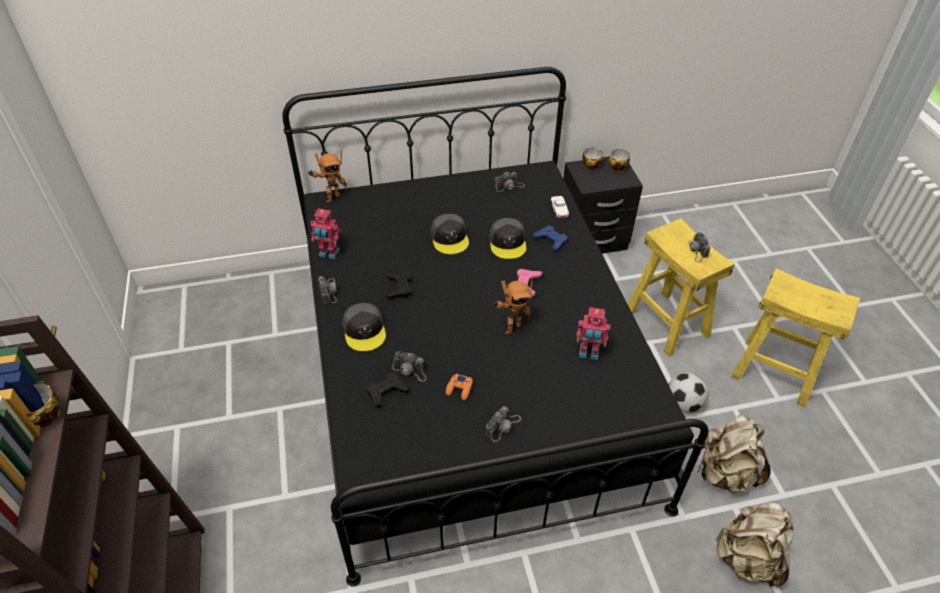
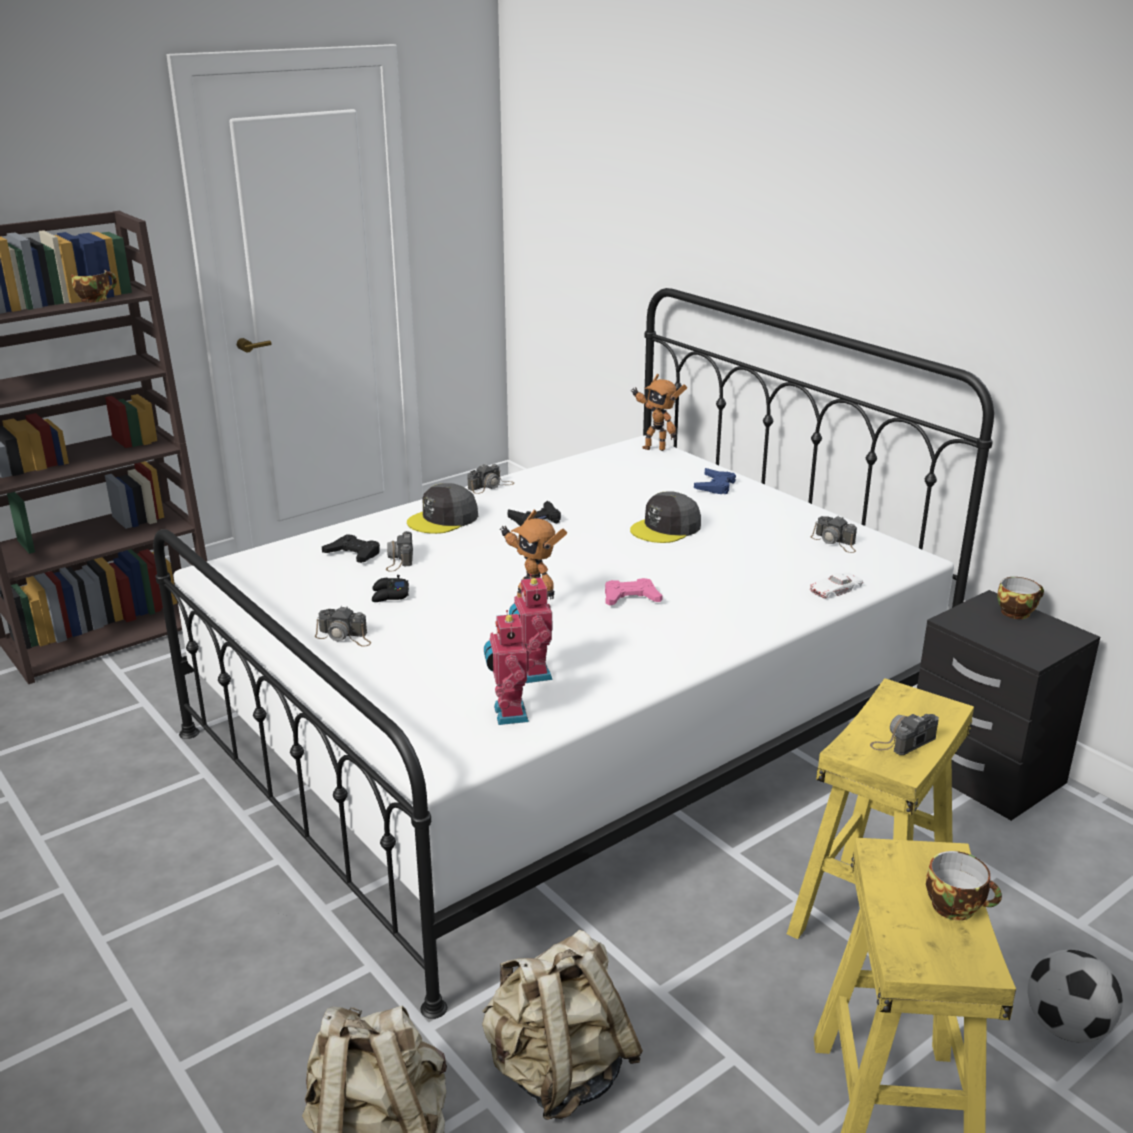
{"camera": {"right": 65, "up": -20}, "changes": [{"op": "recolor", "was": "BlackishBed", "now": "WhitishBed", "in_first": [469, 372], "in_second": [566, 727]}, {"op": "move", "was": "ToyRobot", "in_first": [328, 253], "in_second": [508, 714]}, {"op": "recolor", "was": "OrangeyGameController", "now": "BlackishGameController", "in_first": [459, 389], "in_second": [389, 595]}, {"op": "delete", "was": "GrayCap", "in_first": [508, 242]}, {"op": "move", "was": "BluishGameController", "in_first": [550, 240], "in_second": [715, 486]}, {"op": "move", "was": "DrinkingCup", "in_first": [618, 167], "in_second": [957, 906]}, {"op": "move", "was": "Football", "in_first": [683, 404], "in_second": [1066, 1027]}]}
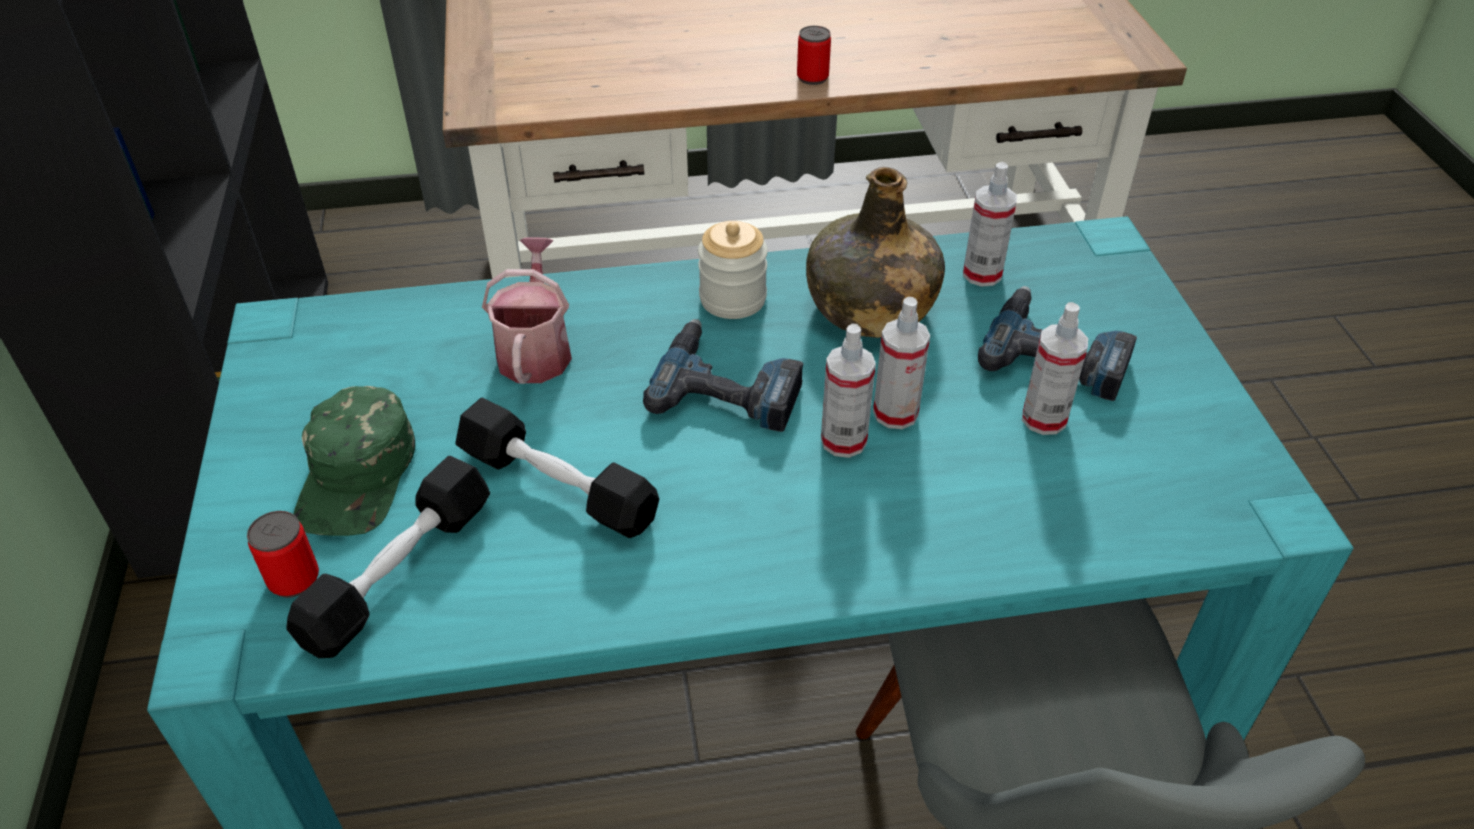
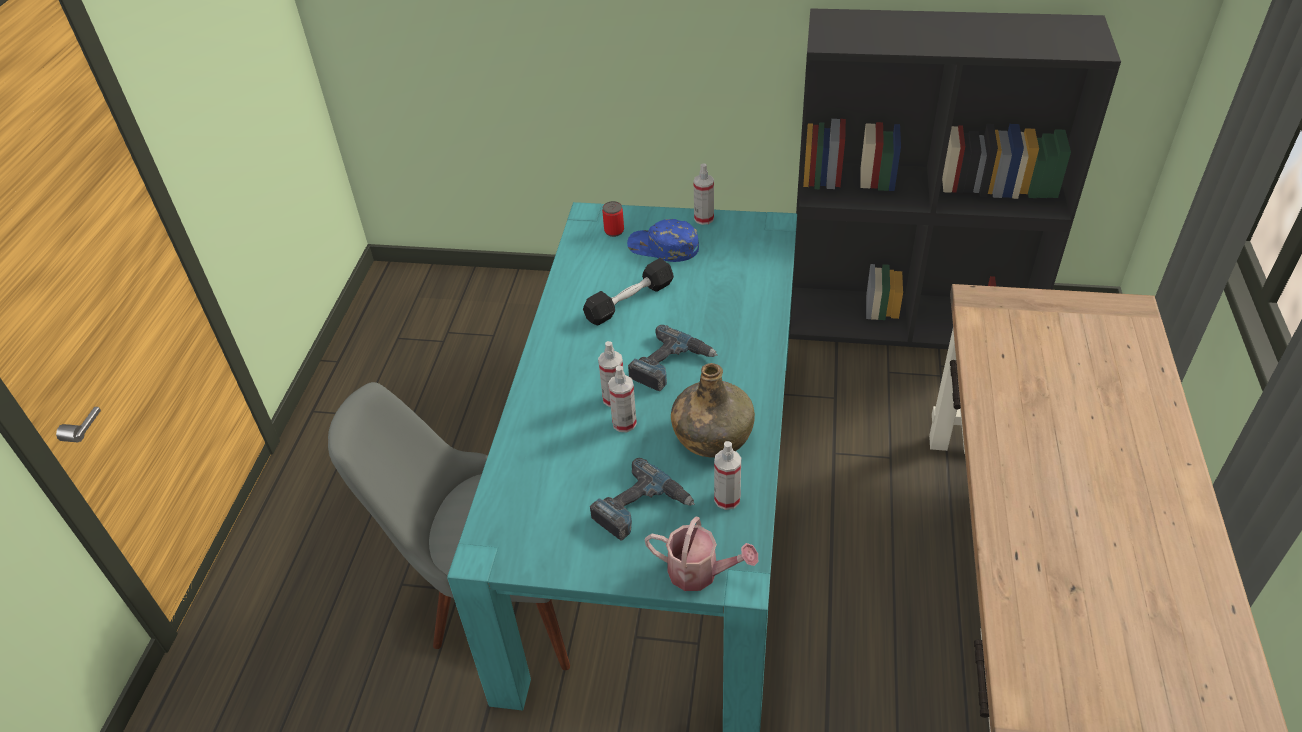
{"camera": {"right": 110, "up": 0}, "changes": [{"op": "delete", "was": "BlackishFreeWeight", "in_first": [399, 572]}, {"op": "recolor", "was": "GreenColouredCap", "now": "BluishCap", "in_first": [358, 475], "in_second": [663, 247]}, {"op": "move", "was": "SprinklingCan", "in_first": [535, 350], "in_second": [700, 572]}, {"op": "delete", "was": "Jar", "in_first": [732, 299]}, {"op": "delete", "was": "SealedCan", "in_first": [812, 77]}, {"op": "move", "was": "SprayBottle", "in_first": [1044, 419], "in_second": [704, 218]}]}
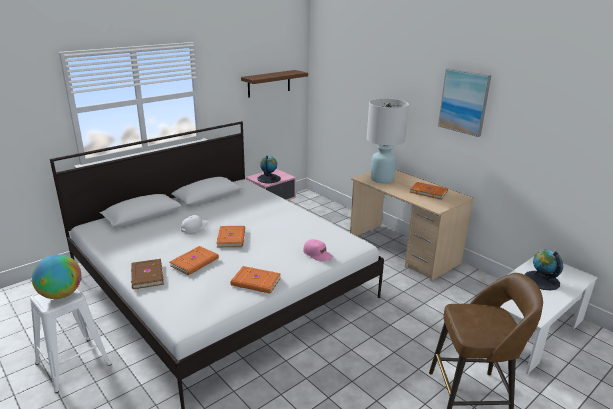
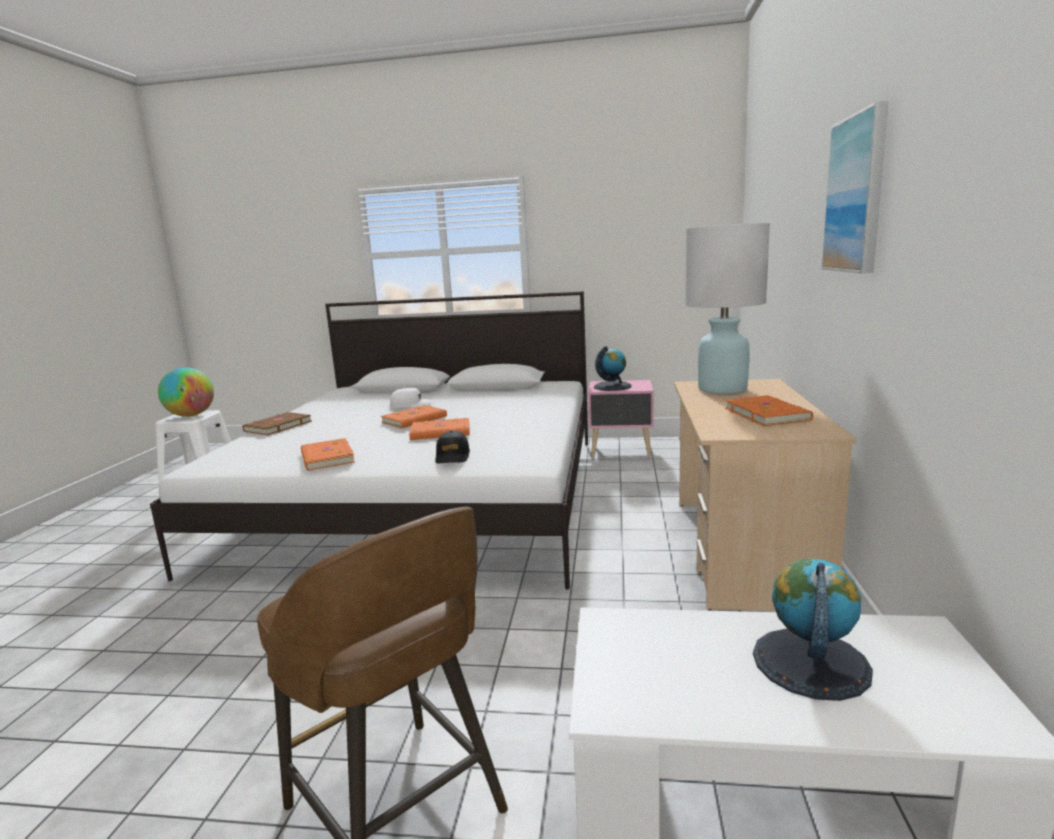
{"camera": {"right": 50, "up": -10}, "changes": [{"op": "move", "was": "OrangeyVolume", "in_first": [195, 262], "in_second": [441, 433]}, {"op": "delete", "was": "BrownBracketShelf", "in_first": [269, 83]}, {"op": "recolor", "was": "PinkCap", "now": "BlackishCap", "in_first": [317, 254], "in_second": [452, 456]}]}
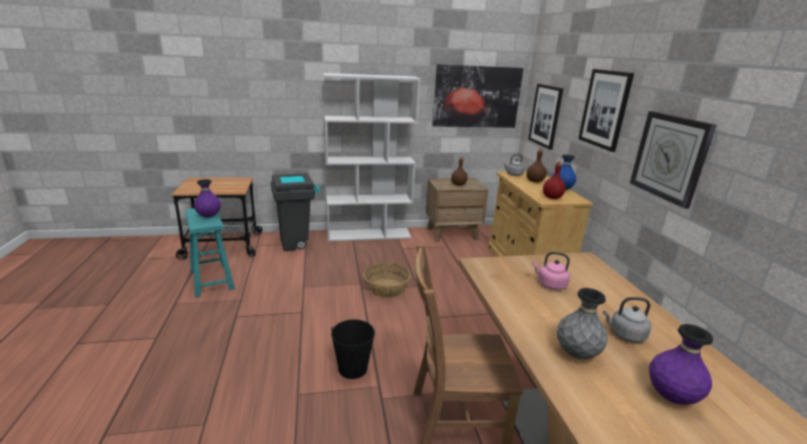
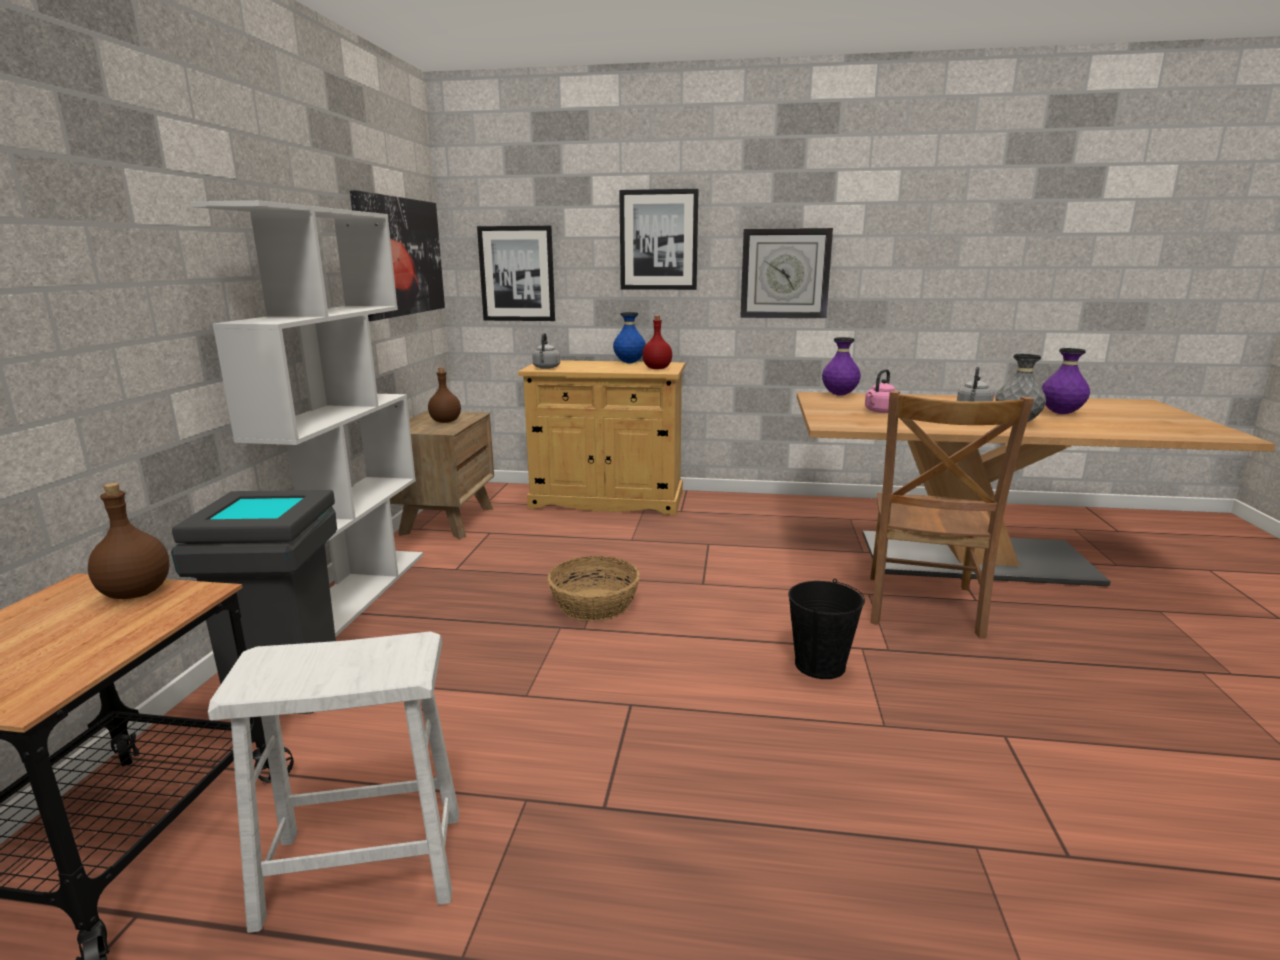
{"camera": {"right": -70, "up": -5}, "changes": [{"op": "recolor", "was": "BlueGreenSittingStool", "now": "WhitishSittingStool", "in_first": [211, 280], "in_second": [363, 867]}, {"op": "move", "was": "PurpleDecorativeVase", "in_first": [209, 216], "in_second": [839, 395]}, {"op": "move", "was": "BrownDrinkBottle", "in_first": [535, 181], "in_second": [137, 593]}]}
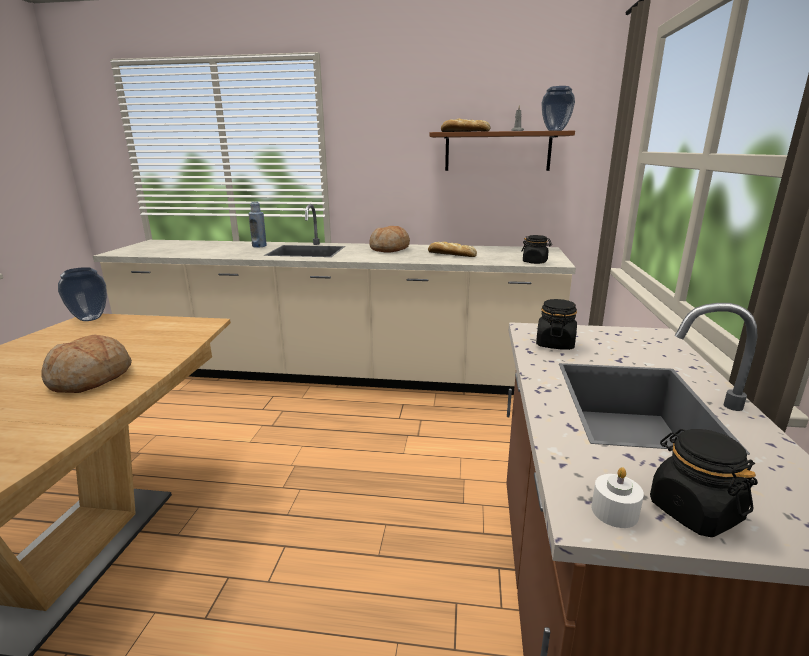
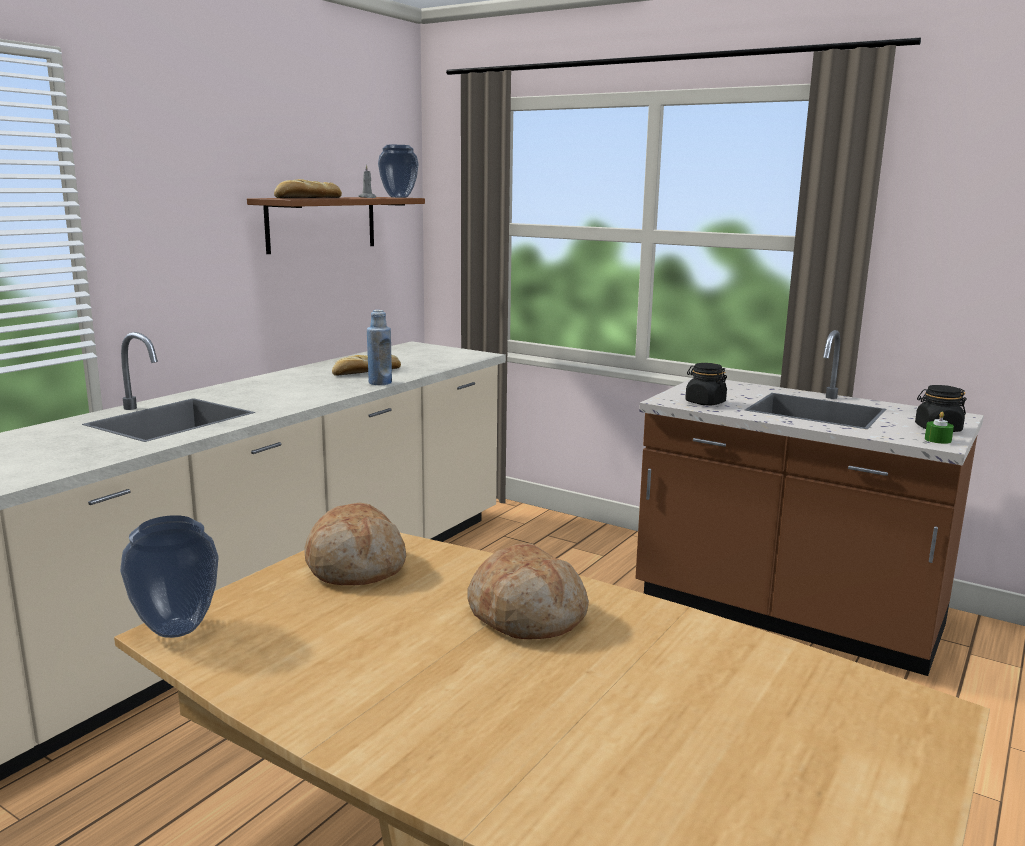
{"camera": {"right": -65, "up": -5}, "changes": [{"op": "move", "was": "BluishDrinkBottle", "in_first": [259, 246], "in_second": [380, 383]}, {"op": "move", "was": "Bread", "in_first": [390, 249], "in_second": [355, 566]}, {"op": "delete", "was": "BlackishJar", "in_first": [535, 262]}, {"op": "recolor", "was": "WhitishWaxCandle", "now": "GreenColouredWaxCandle", "in_first": [614, 511], "in_second": [937, 440]}]}
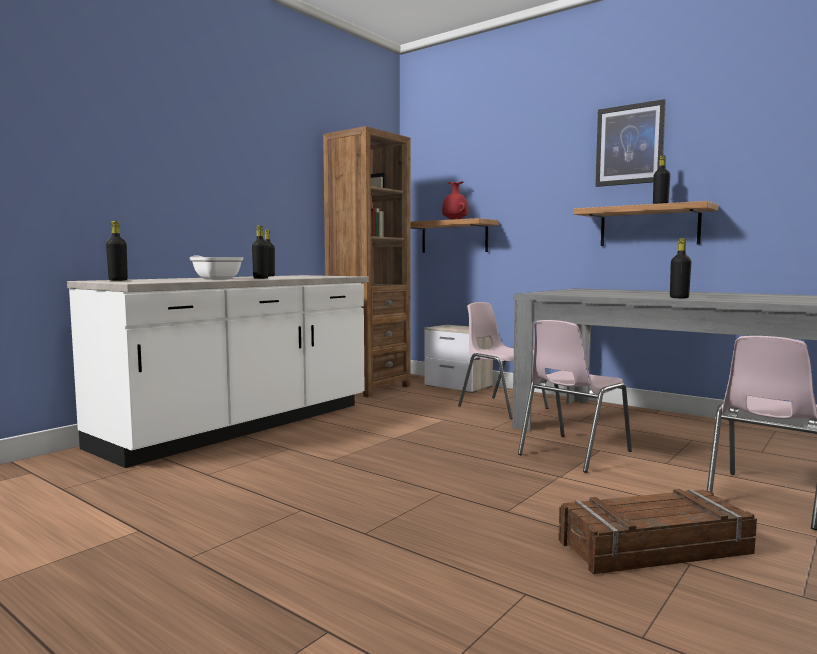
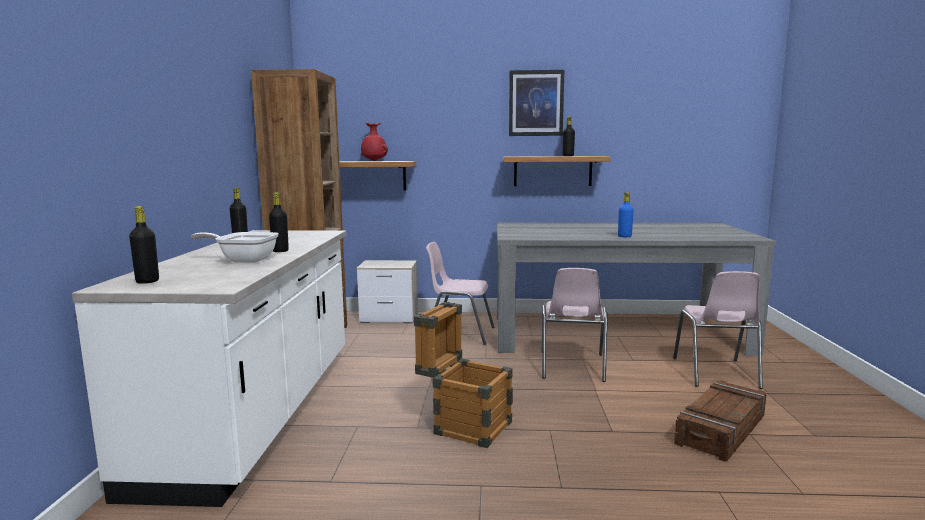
{"camera": {"right": -35, "up": 5}, "changes": [{"op": "recolor", "was": "BlackishDrinkBottle", "now": "BluishDrinkBottle", "in_first": [679, 298], "in_second": [624, 236]}, {"op": "insert", "now": "ShippingCrate", "in_second": [464, 425]}]}
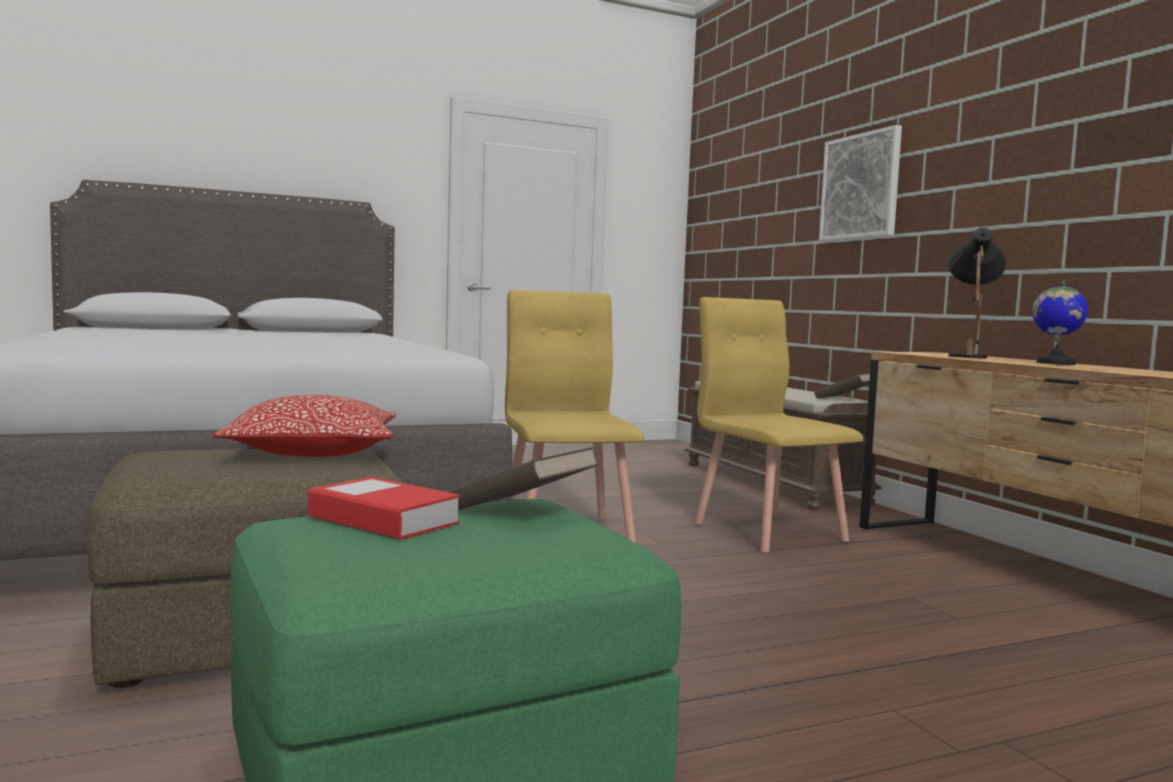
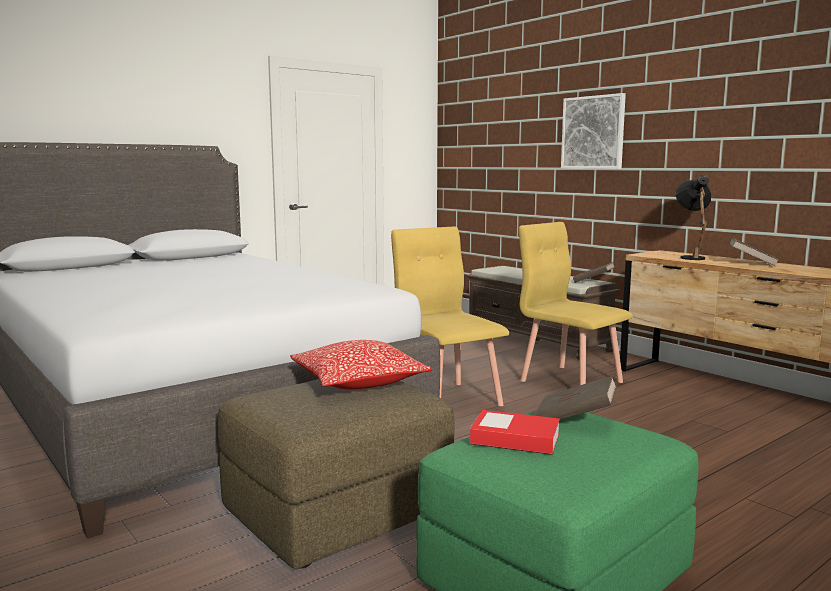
{"camera": {"right": -15, "up": 5}, "changes": [{"op": "replace", "was": "Globe", "now": "BrownVolume", "in_first": [1055, 363], "in_second": [751, 263]}]}
